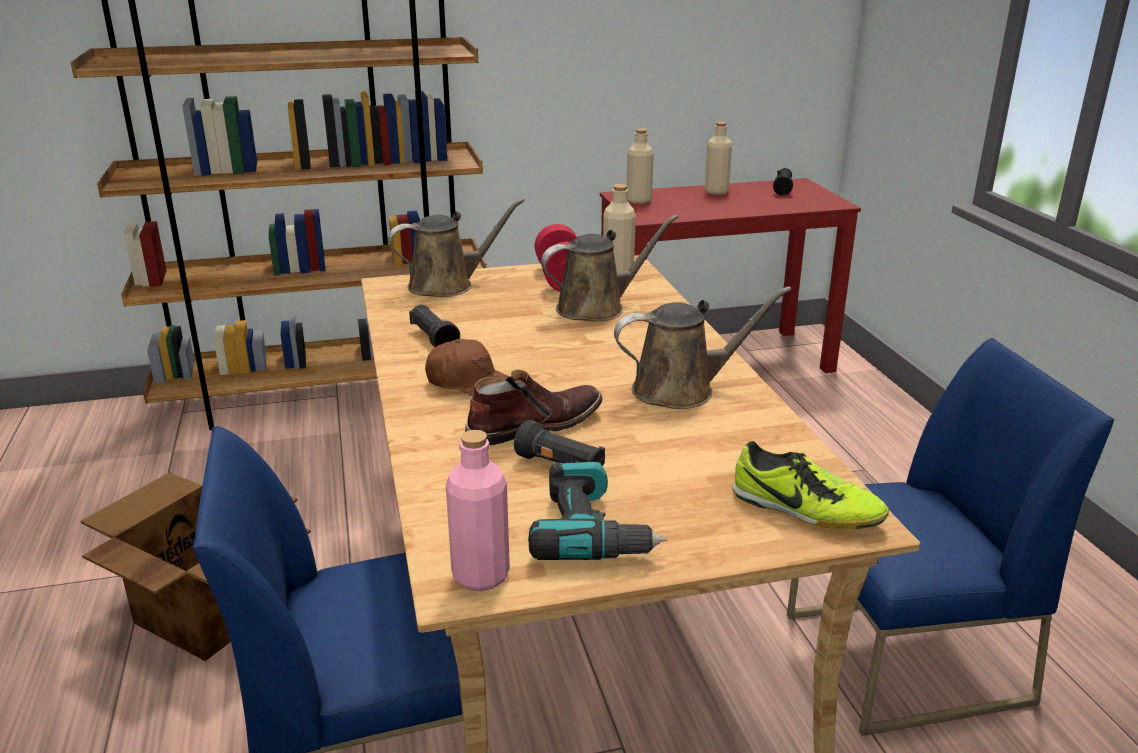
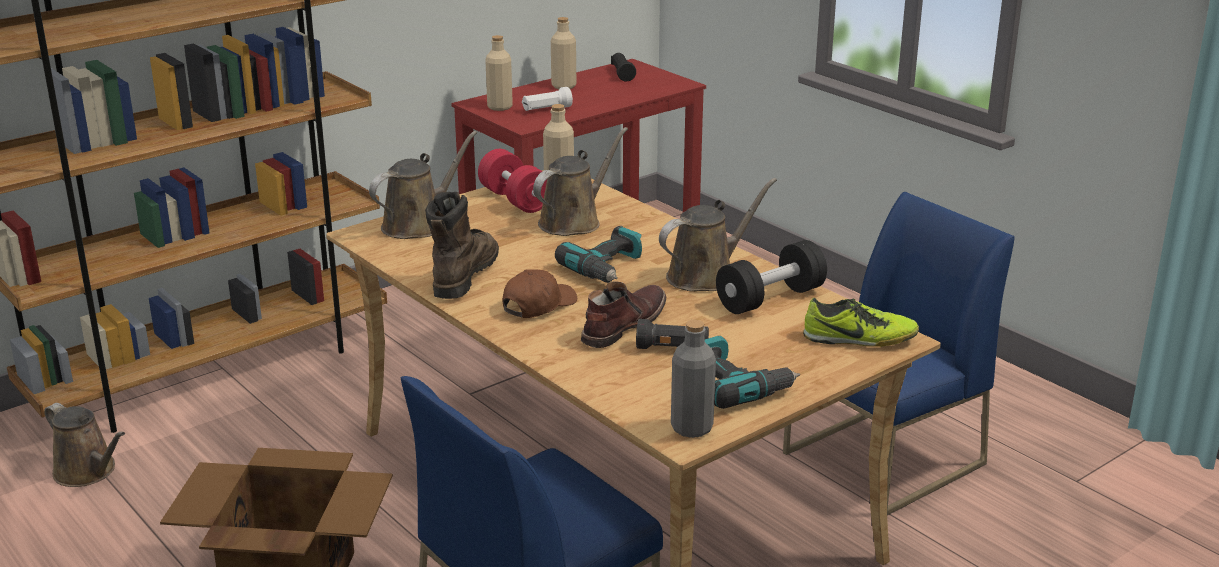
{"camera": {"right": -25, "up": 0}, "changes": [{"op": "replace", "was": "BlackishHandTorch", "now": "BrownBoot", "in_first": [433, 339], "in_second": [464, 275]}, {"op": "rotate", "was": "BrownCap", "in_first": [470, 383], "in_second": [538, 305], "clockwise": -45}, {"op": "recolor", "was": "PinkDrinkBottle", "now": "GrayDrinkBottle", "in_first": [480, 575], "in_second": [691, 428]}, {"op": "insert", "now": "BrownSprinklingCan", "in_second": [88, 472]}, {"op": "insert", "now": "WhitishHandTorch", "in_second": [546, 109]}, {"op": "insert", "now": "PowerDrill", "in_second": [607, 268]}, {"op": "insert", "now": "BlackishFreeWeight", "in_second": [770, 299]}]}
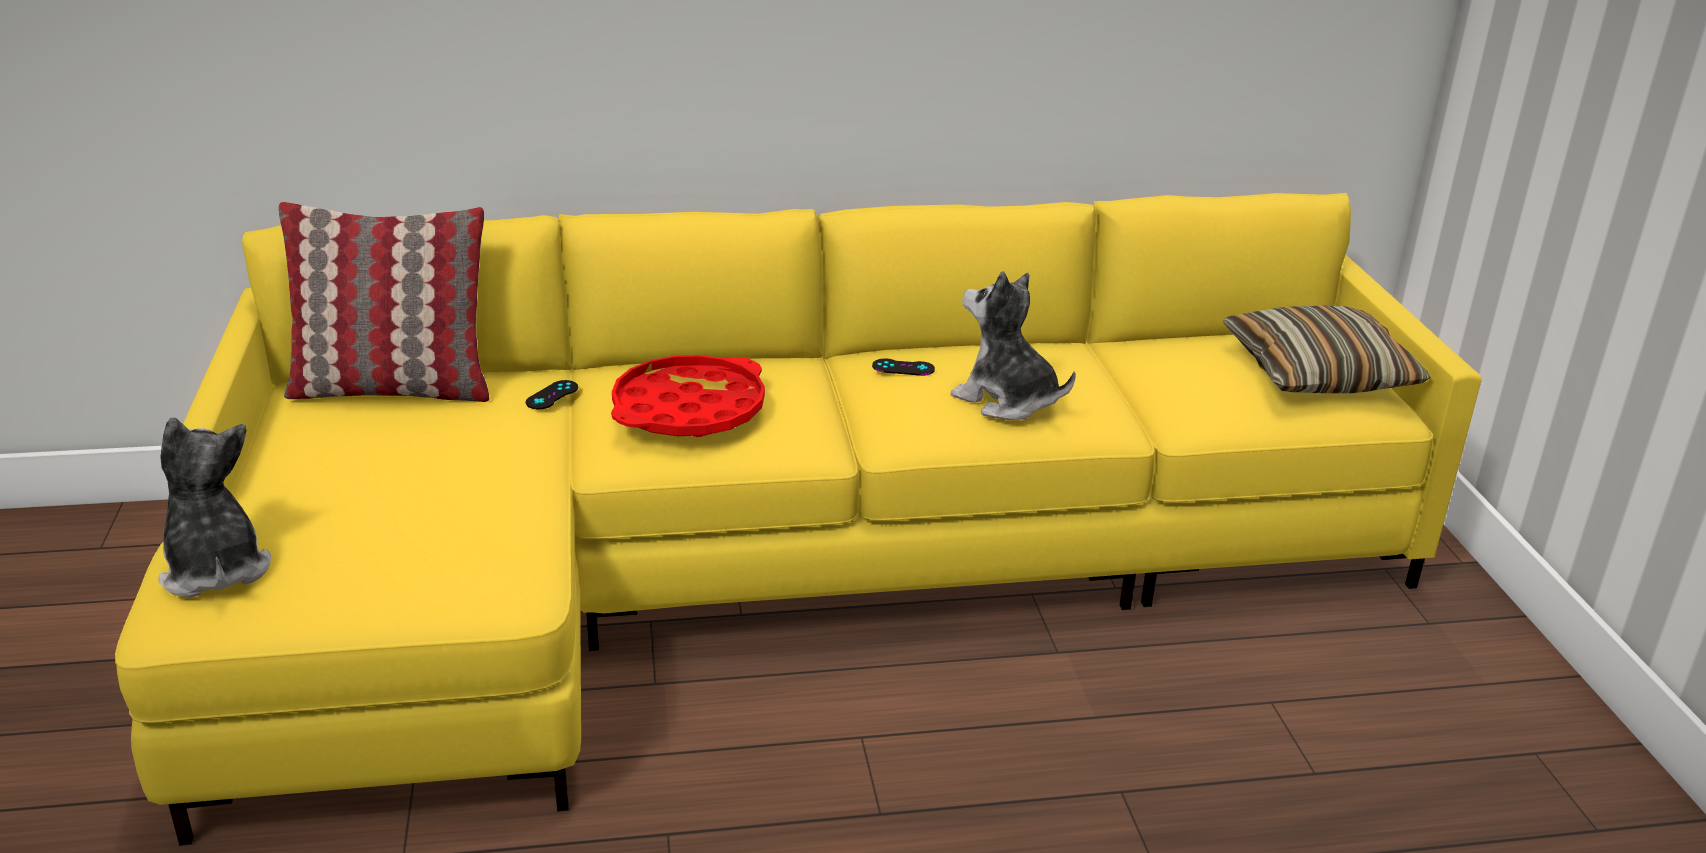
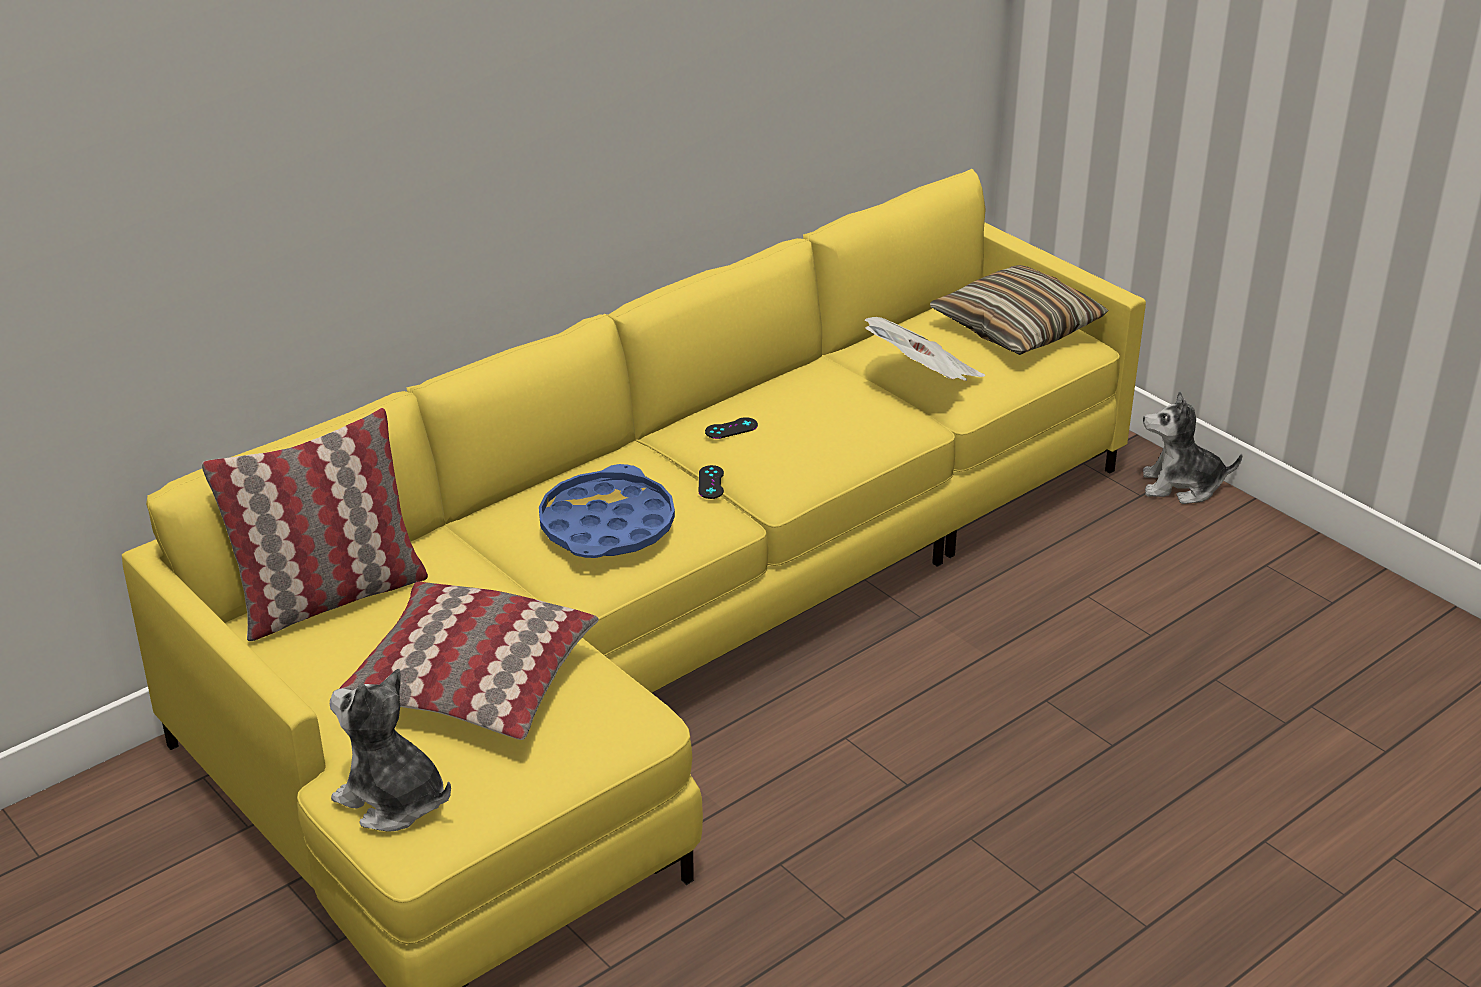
{"camera": {"right": -30, "up": 5}, "changes": [{"op": "move", "was": "BlackishGameController", "in_first": [552, 395], "in_second": [711, 482]}, {"op": "recolor", "was": "RedCarryingTray", "now": "BluishCarryingTray", "in_first": [688, 410], "in_second": [607, 525]}, {"op": "move", "was": "SoftToy", "in_first": [1006, 400], "in_second": [1181, 486]}, {"op": "insert", "now": "ThrowPillow", "in_second": [471, 683]}, {"op": "insert", "now": "Newspaper", "in_second": [923, 378]}]}
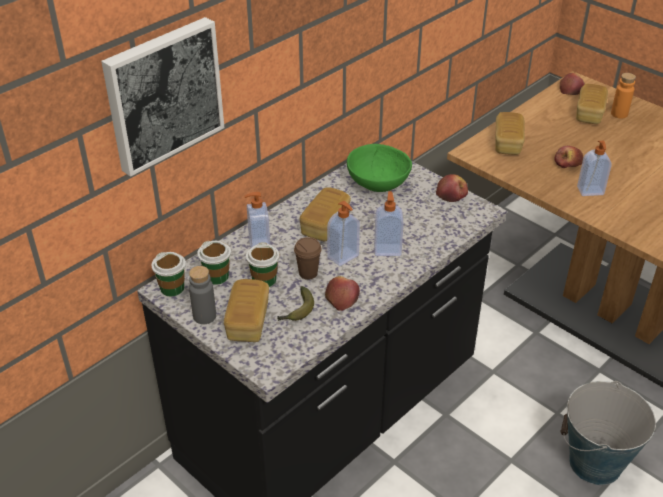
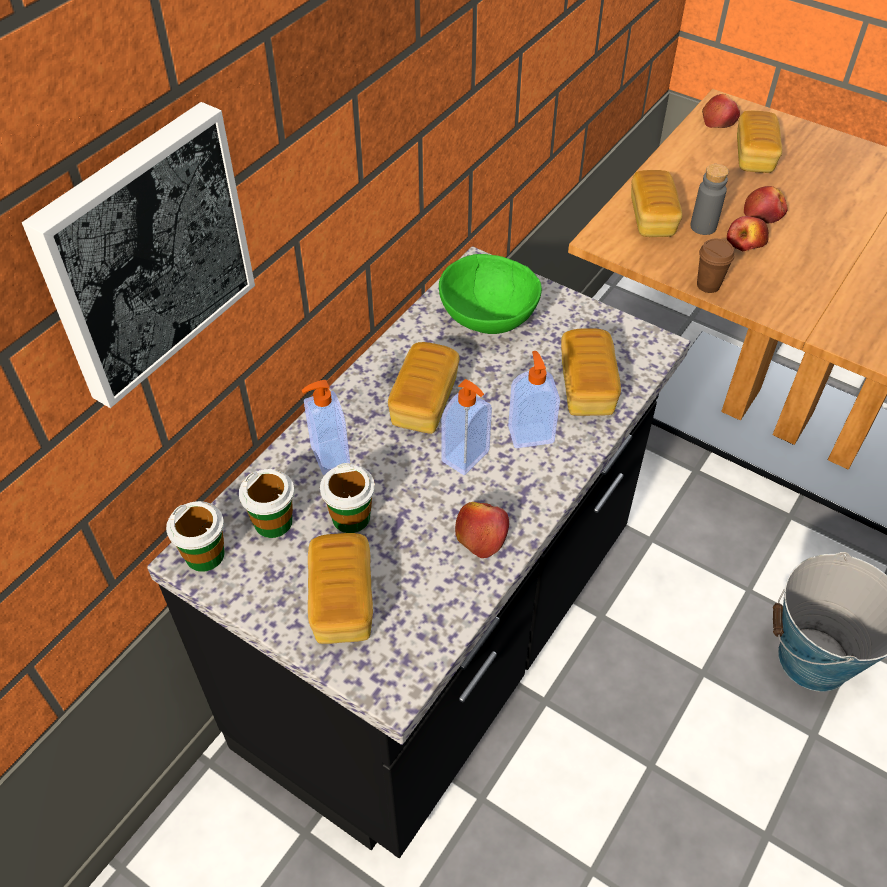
{"camera": {"right": -10, "up": 10}, "changes": [{"op": "move", "was": "GrayDrinkBottle", "in_first": [204, 316], "in_second": [703, 227]}, {"op": "delete", "was": "WholeBanana", "in_first": [297, 311]}, {"op": "move", "was": "BrownDrinkingCup", "in_first": [308, 273], "in_second": [708, 285]}, {"op": "move", "was": "AppleFruit", "in_first": [451, 194], "in_second": [764, 213]}, {"op": "delete", "was": "SoapDispenser", "in_first": [590, 191]}, {"op": "delete", "was": "OrangeyDrinkBottle", "in_first": [619, 114]}, {"op": "insert", "now": "Bread", "in_second": [586, 387]}]}
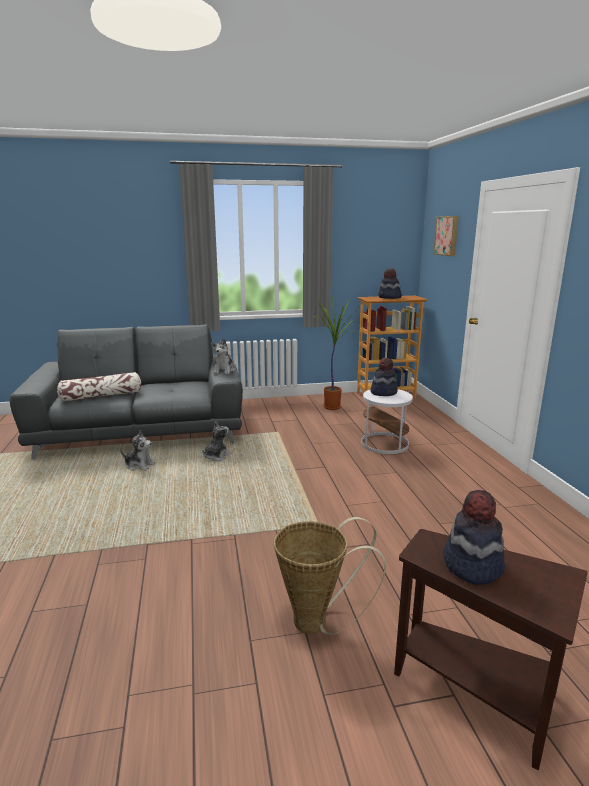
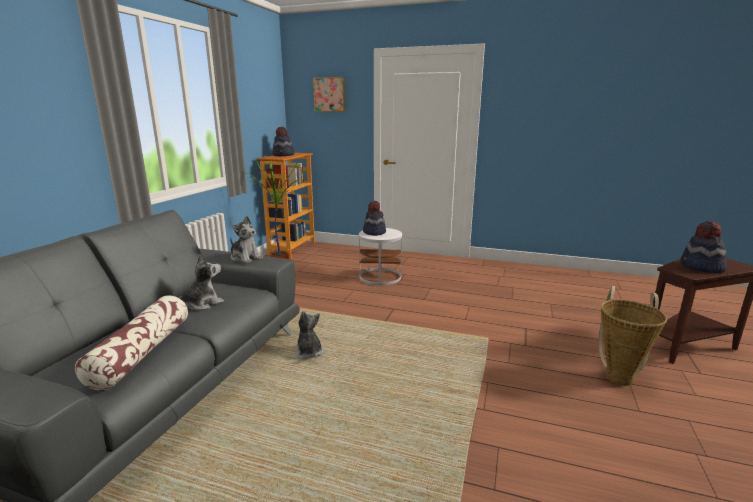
{"camera": {"right": -60, "up": 0}, "changes": [{"op": "move", "was": "SoftToy", "in_first": [139, 465], "in_second": [202, 304]}]}
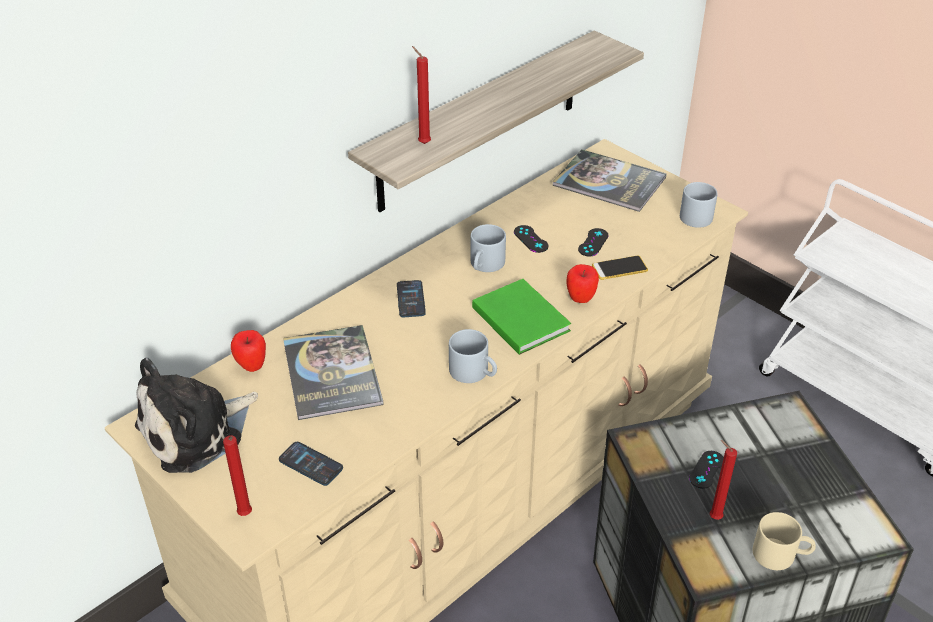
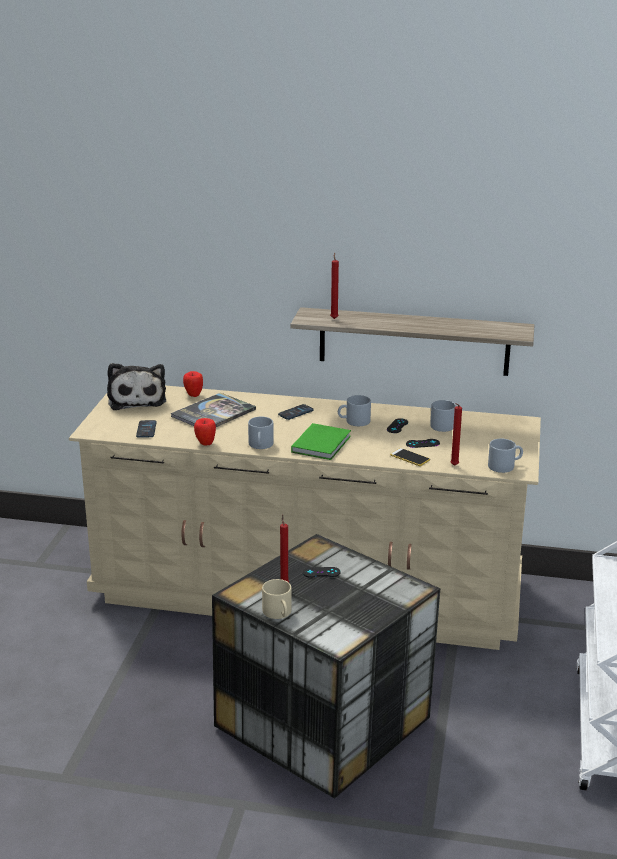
{"camera": {"right": 55, "up": -15}, "changes": [{"op": "rotate", "was": "SoftToy", "in_first": [196, 431], "in_second": [137, 399], "clockwise": -120}, {"op": "move", "was": "RedWaxCandle", "in_first": [245, 516], "in_second": [453, 466]}, {"op": "delete", "was": "Volume", "in_first": [609, 182]}, {"op": "move", "was": "AppleFruit", "in_first": [580, 299], "in_second": [205, 443]}, {"op": "insert", "now": "GrayTeaMug", "in_second": [443, 424]}]}
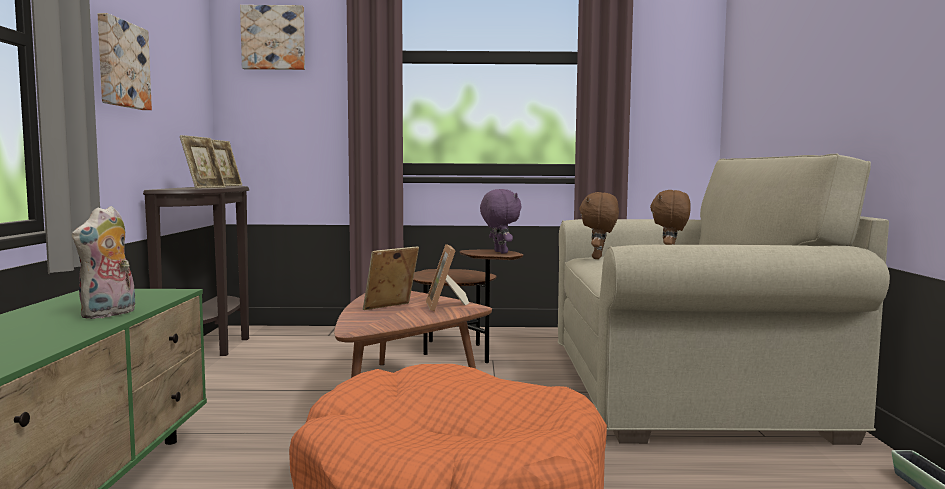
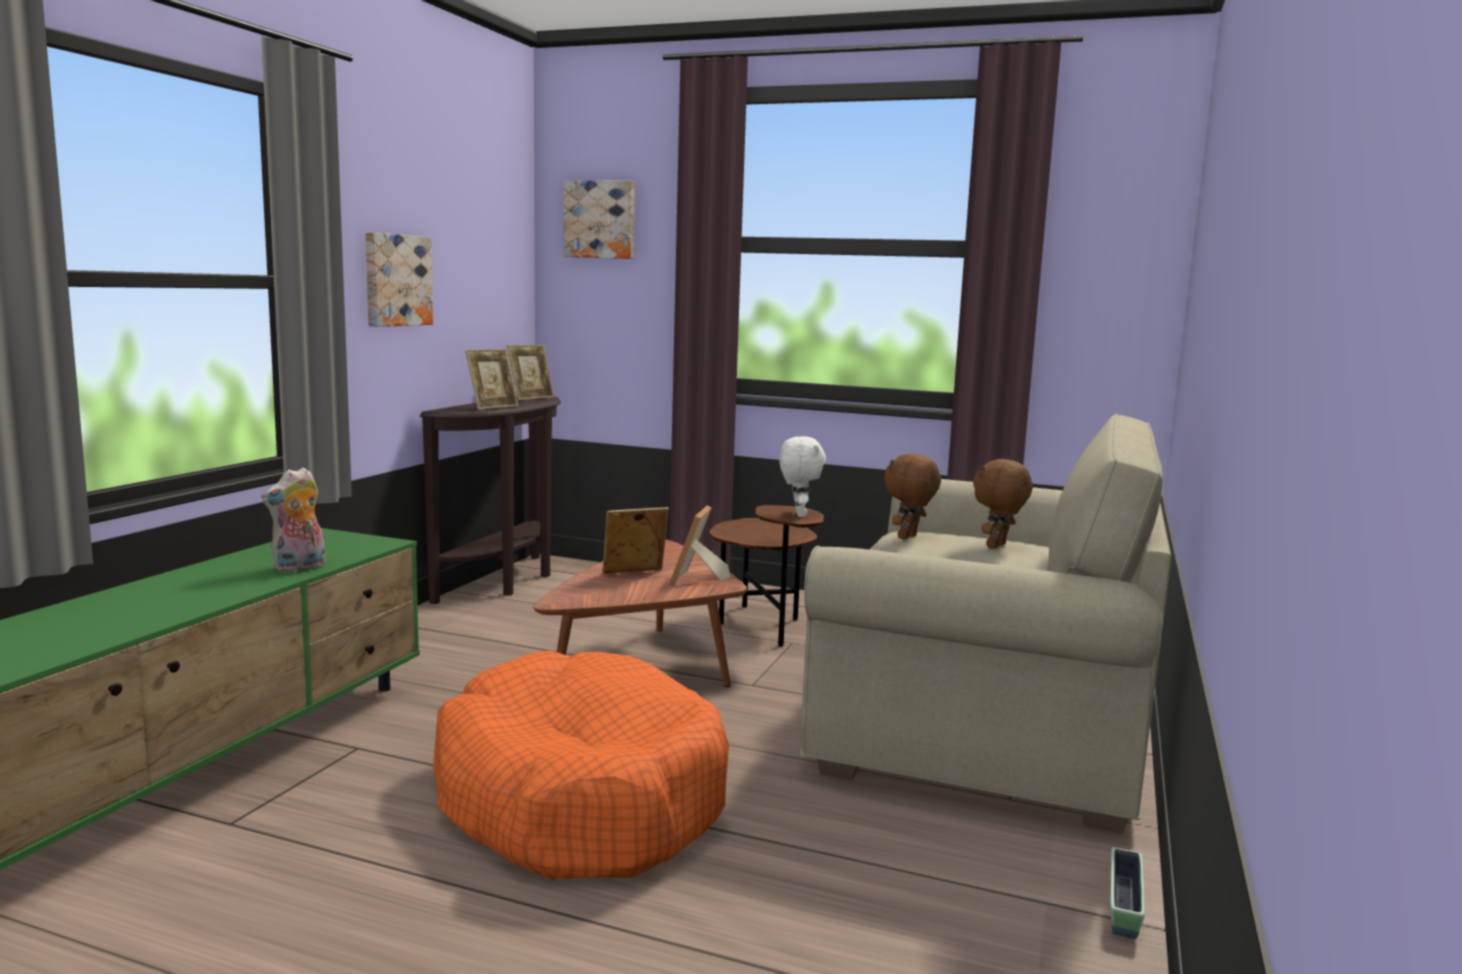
{"camera": {"right": 20, "up": 5}, "changes": [{"op": "recolor", "was": "PurpleSoftToy", "now": "WhitishSoftToy", "in_first": [499, 252], "in_second": [798, 514]}]}
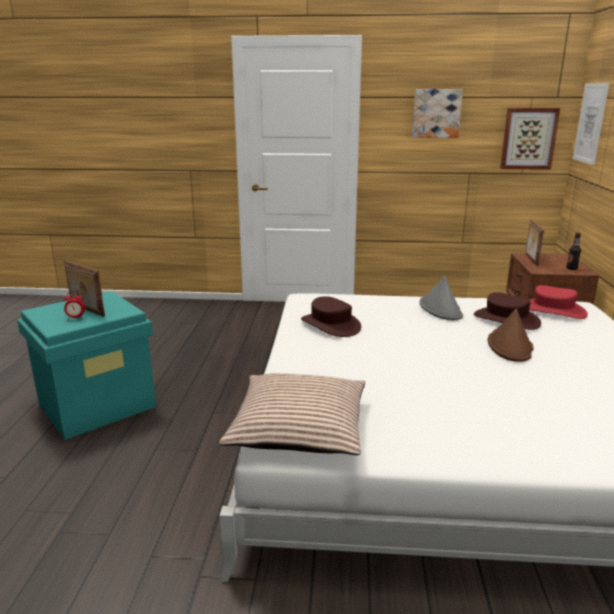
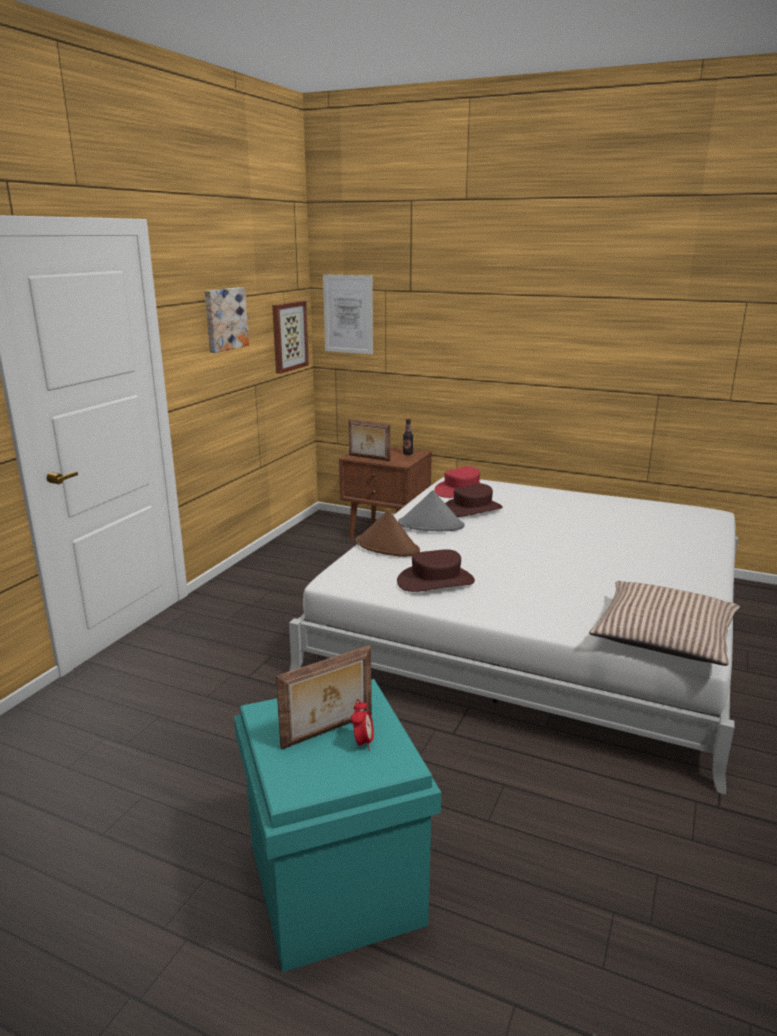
{"camera": {"right": -70, "up": 0}, "changes": [{"op": "move", "was": "BrownHat", "in_first": [510, 346], "in_second": [387, 547]}]}
